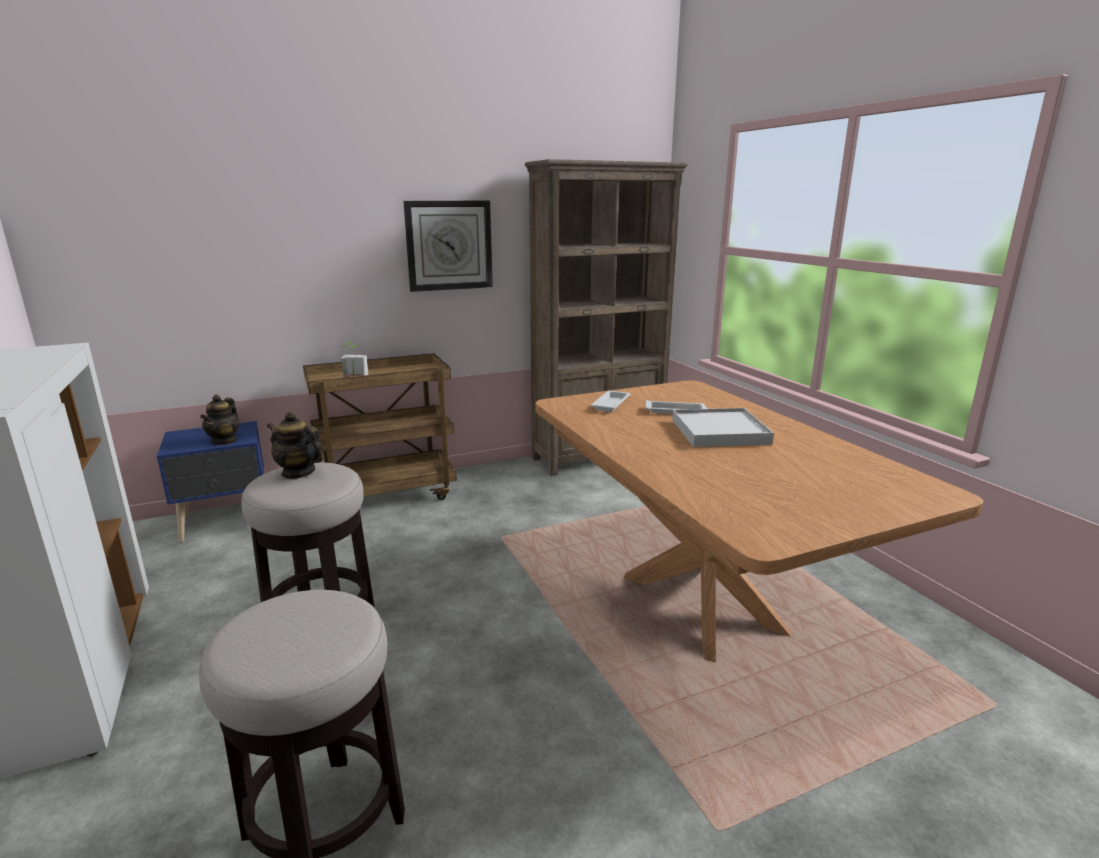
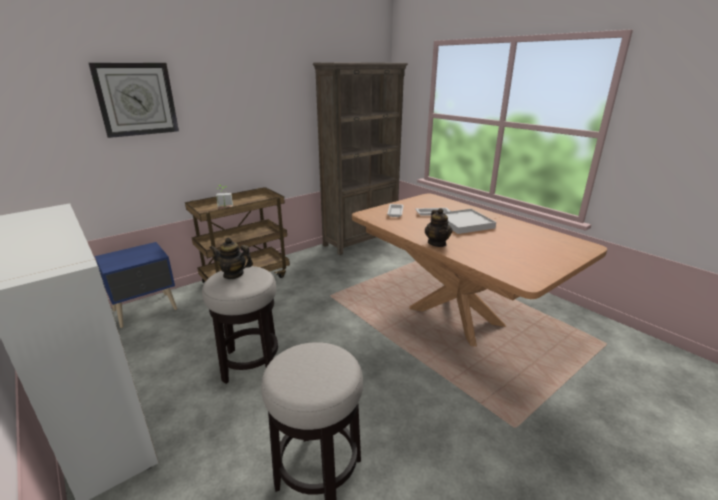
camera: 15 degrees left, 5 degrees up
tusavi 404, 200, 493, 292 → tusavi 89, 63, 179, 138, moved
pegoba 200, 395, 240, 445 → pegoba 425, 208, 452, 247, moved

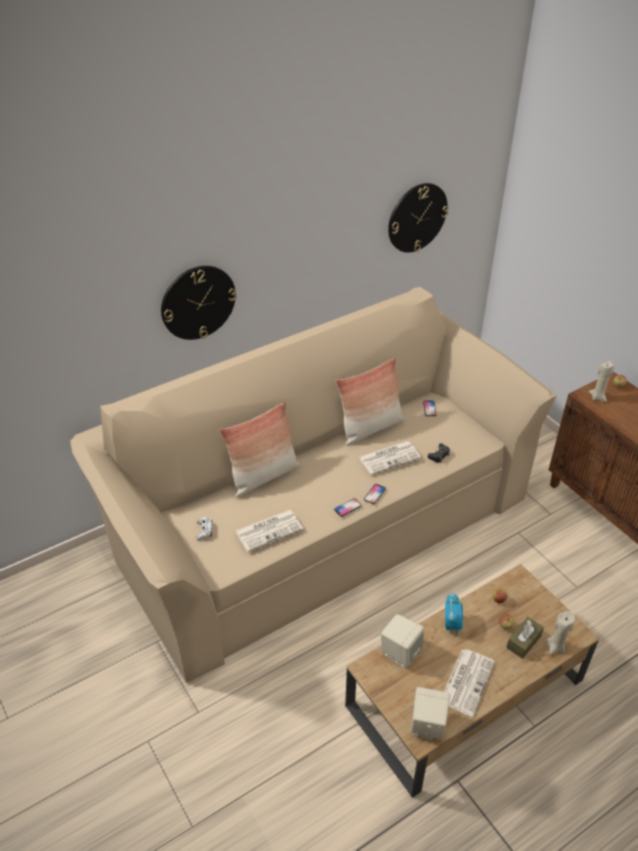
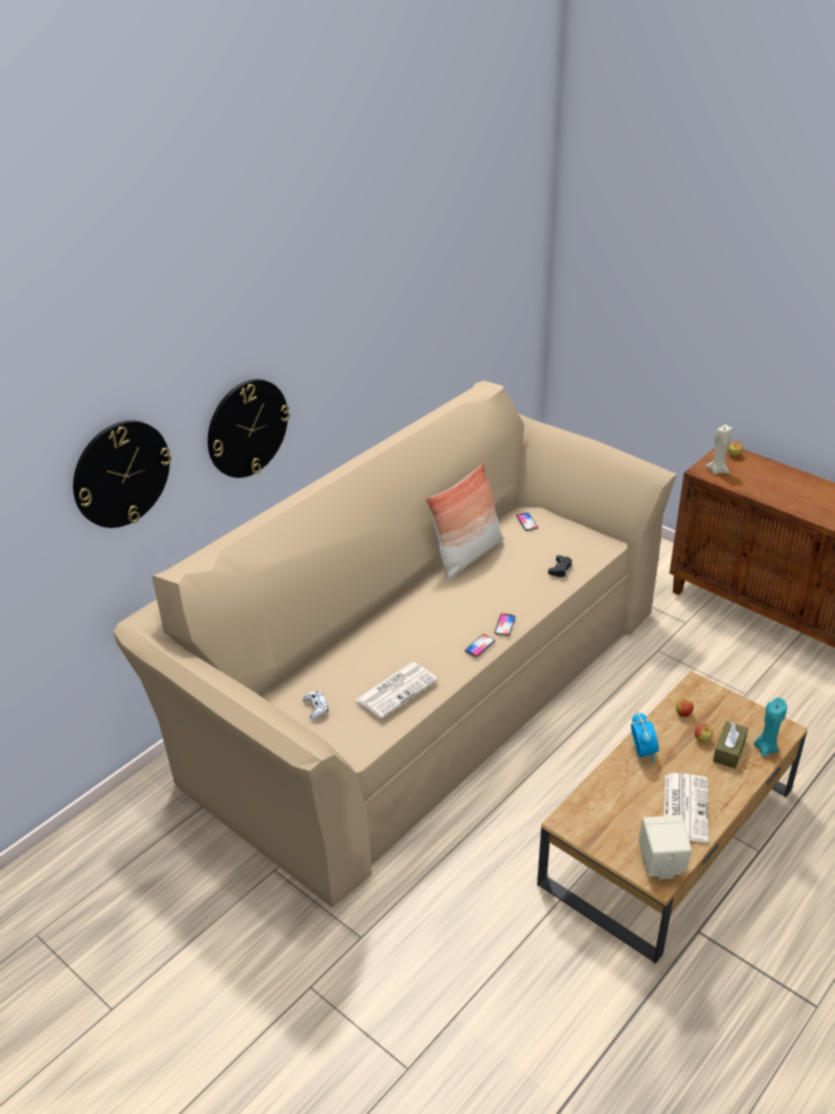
camera: 15 degrees left, 5 degrees down
tusavi 388, 183, 448, 253 → tusavi 73, 420, 171, 528, moved
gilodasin 220, 402, 300, 498 → -
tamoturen 359, 441, 421, 475 → -
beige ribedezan 546, 611, 575, 655 → turquoise ribedezan 754, 697, 787, 757
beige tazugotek 381, 614, 424, 668 → -

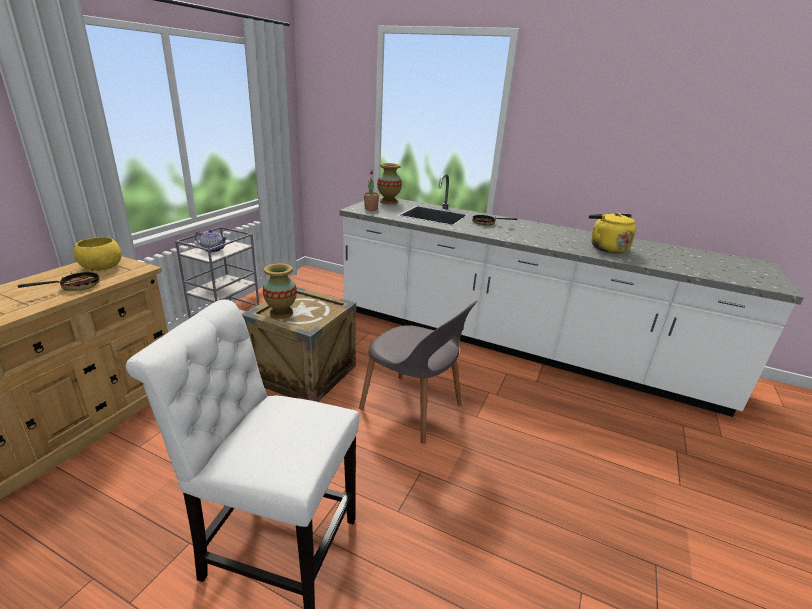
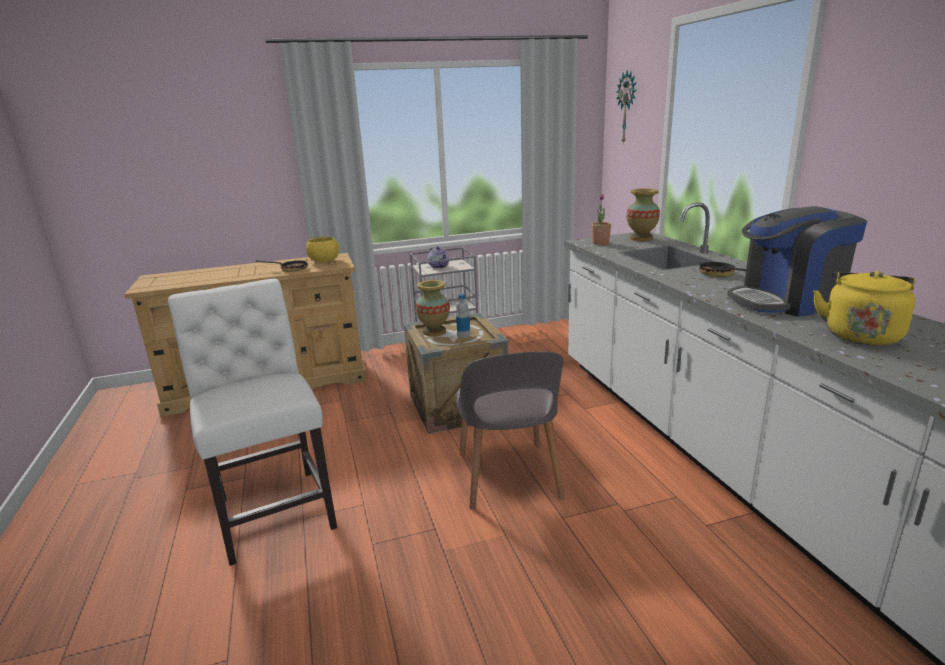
camera: 50 degrees right, 5 degrees down
- → tusavi 616, 70, 637, 144
- → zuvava 727, 206, 867, 317
- → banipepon 456, 294, 470, 338

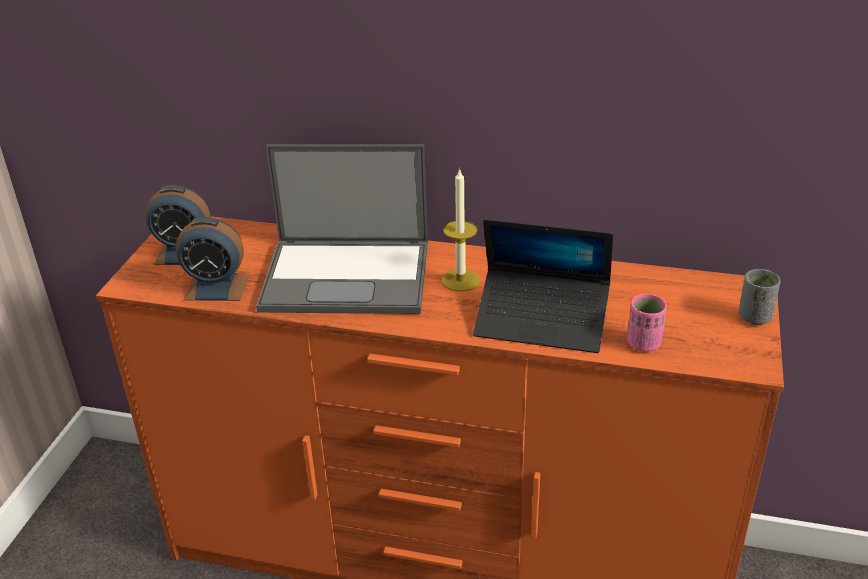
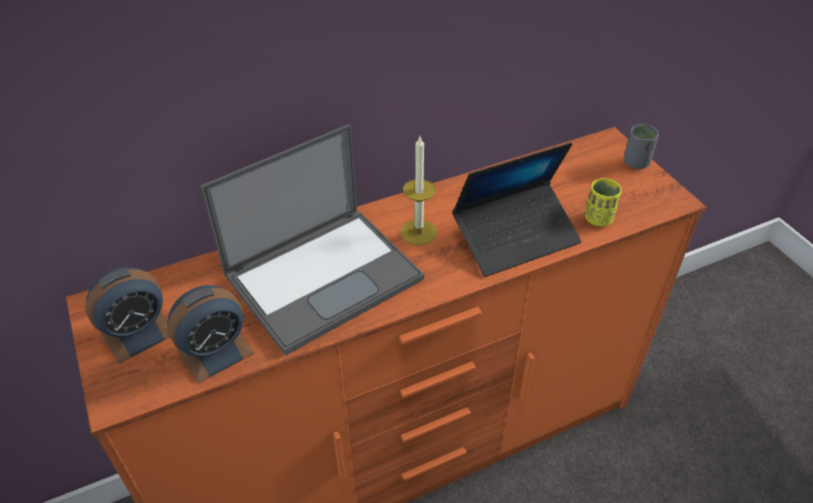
camera: 40 degrees left, 10 degrees up
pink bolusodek 627, 294, 667, 352 → yellow bolusodek 585, 178, 622, 226

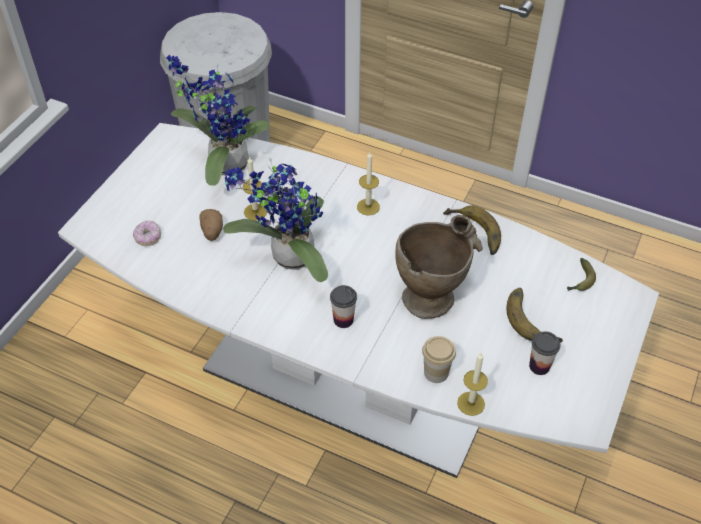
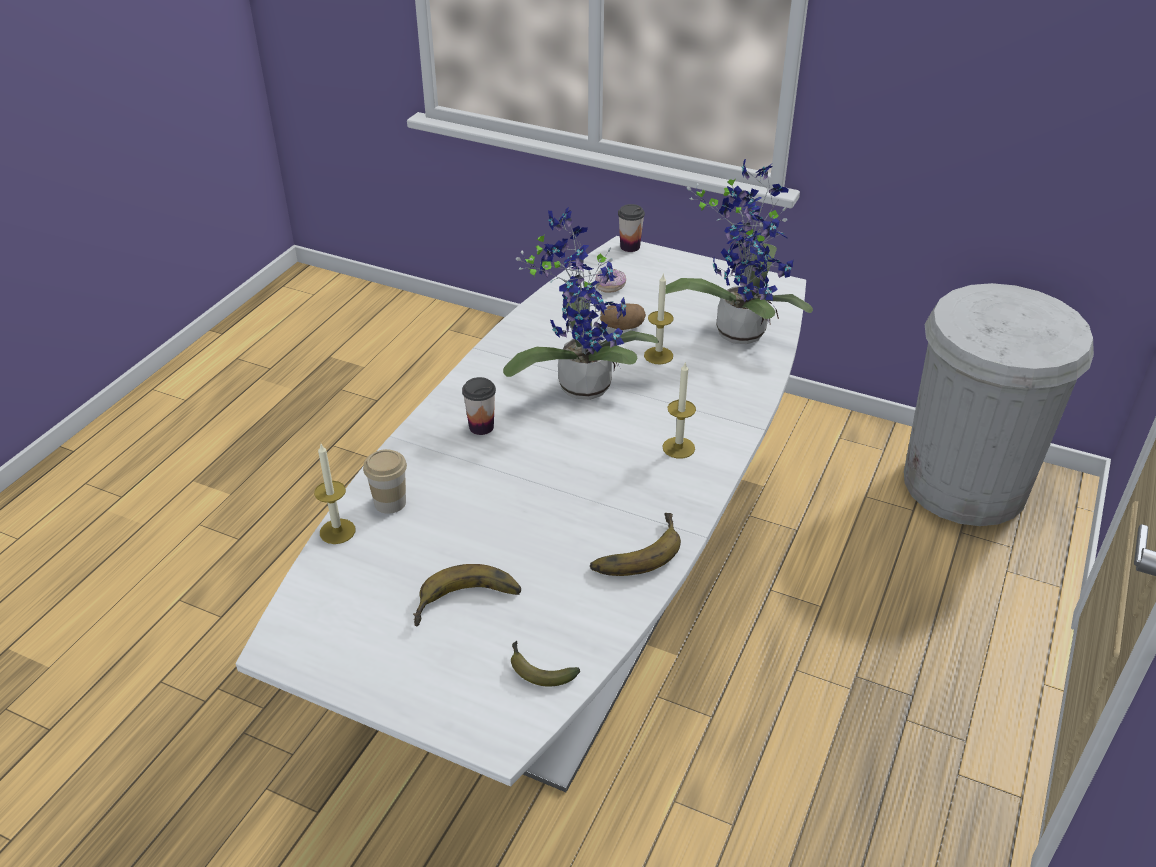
camera: 90 degrees right, 10 degrees down
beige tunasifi 395, 215, 483, 319 → -
bolusodek 529, 331, 561, 375 → bolusodek 618, 204, 645, 252, moved

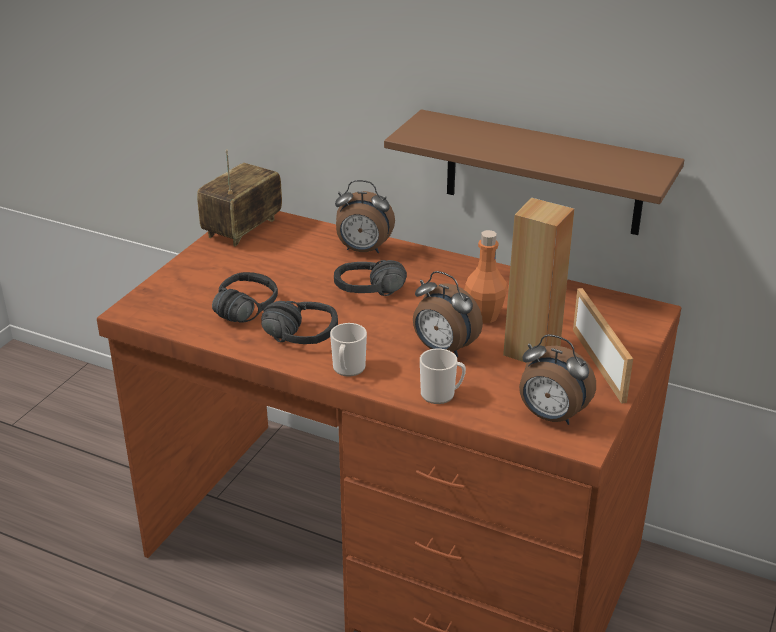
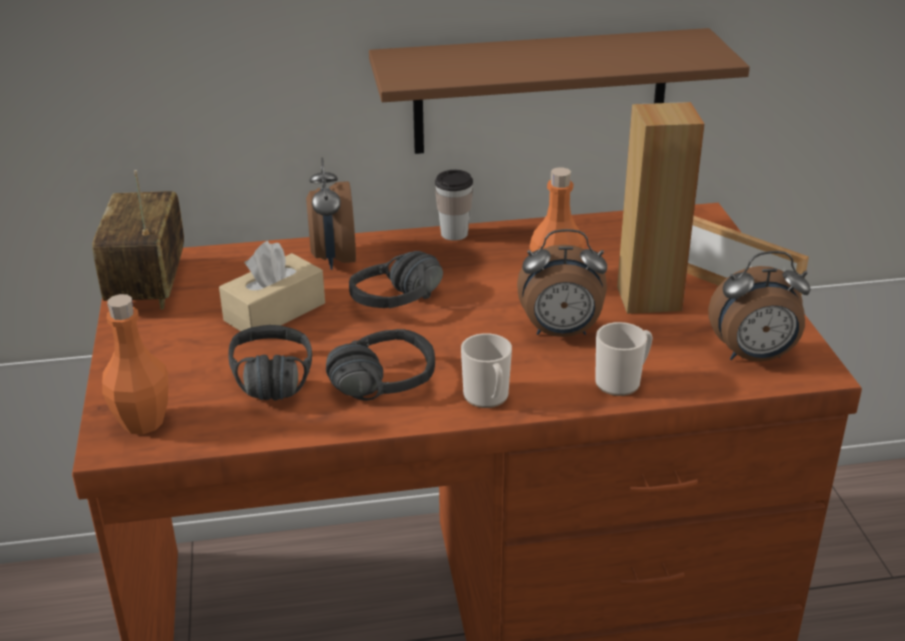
camera: 35 degrees left, 0 degrees up
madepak 335, 180, 395, 253 → madepak 306, 157, 356, 270, 105 degrees clockwise
- → bolusodek 435, 170, 473, 241
- → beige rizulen 219, 241, 325, 331
- → orange banipepon 102, 294, 168, 434

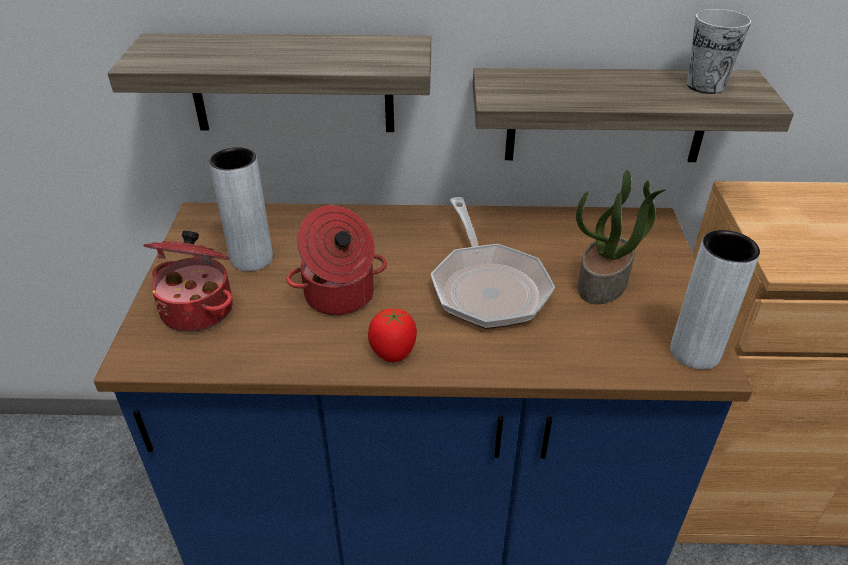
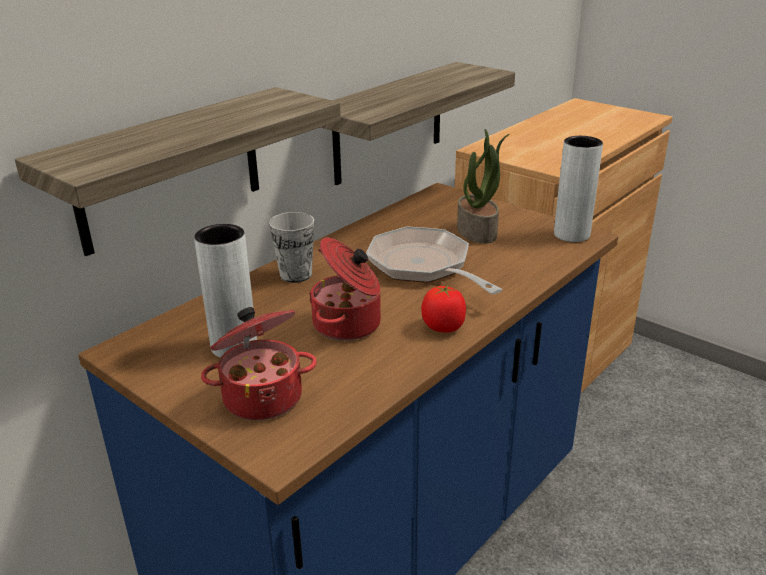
camera: 50 degrees left, 10 degrees down
bolusodek 687, 9, 751, 94 → bolusodek 269, 212, 314, 283, moved
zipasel 431, 197, 555, 329 → zipasel 366, 227, 503, 294, 150 degrees counterclockwise

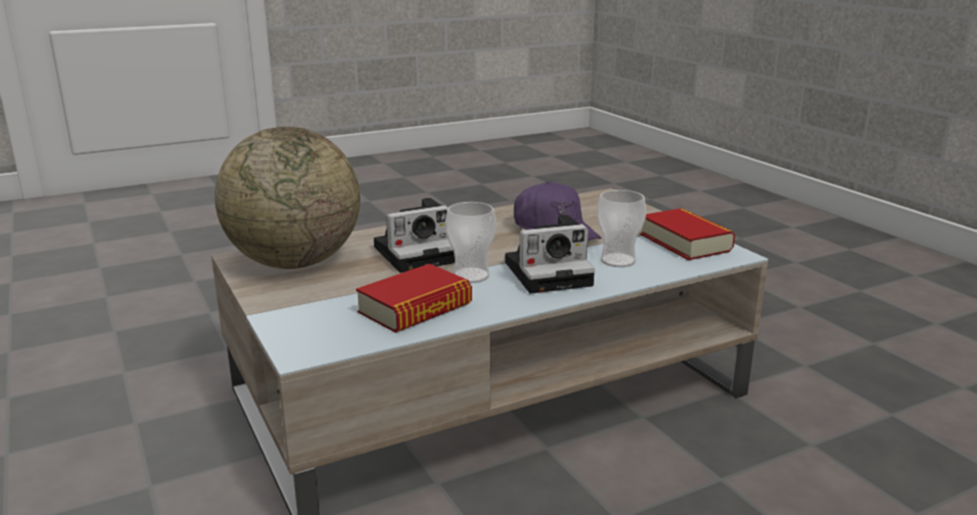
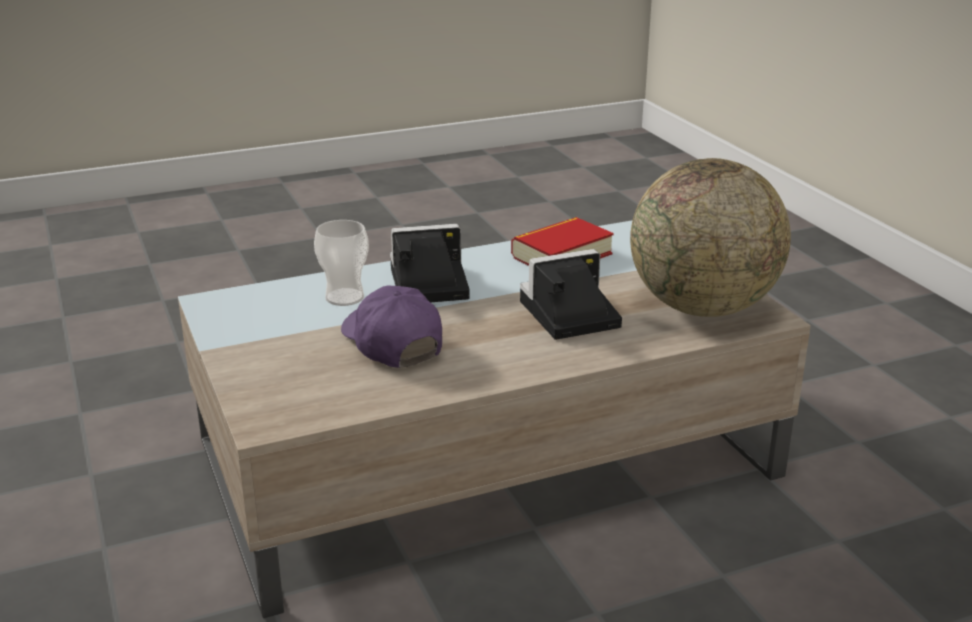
camera: 175 degrees left, 5 degrees up
bolusodek 445, 202, 496, 283 → -
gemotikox 640, 208, 735, 260 → -

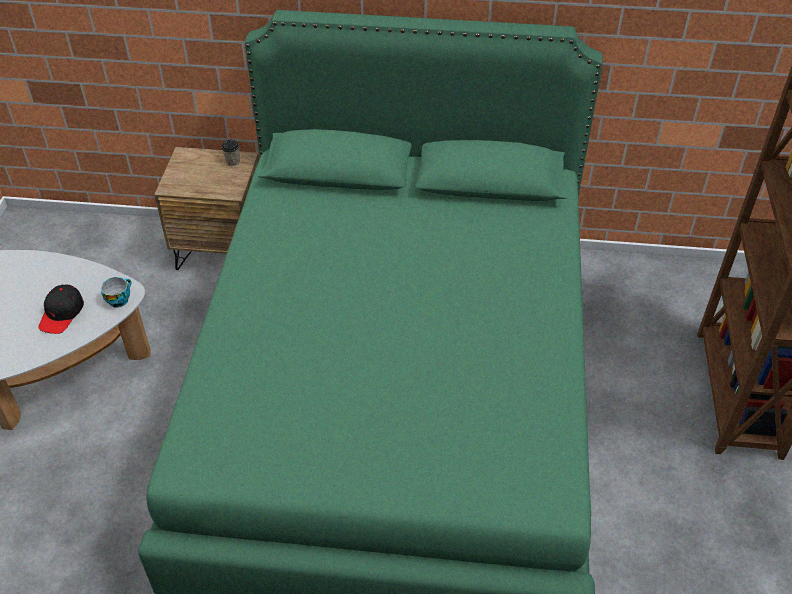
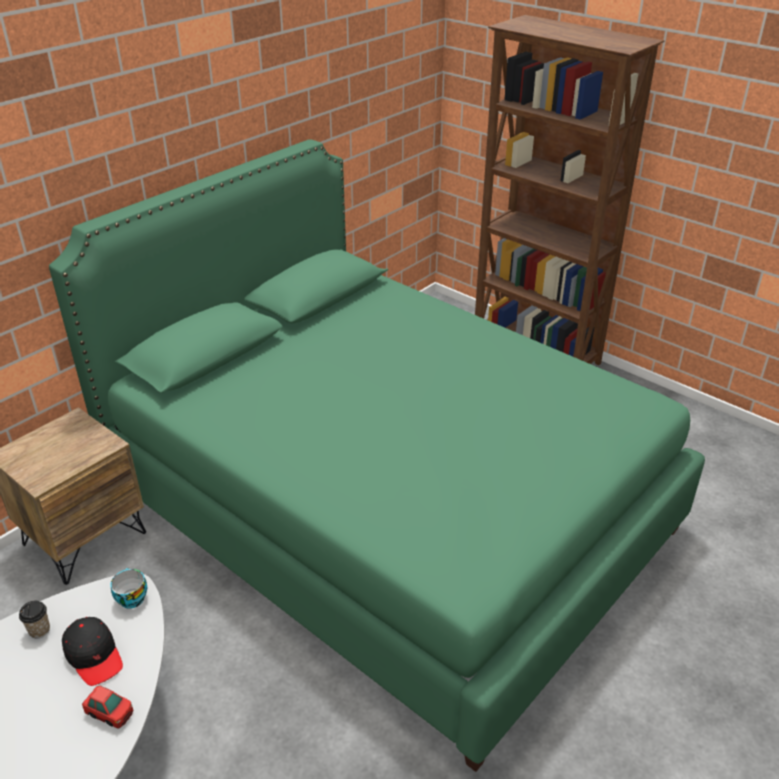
camera: 55 degrees left, 10 degrees down
bolusodek 222, 140, 240, 166 → bolusodek 19, 601, 50, 638, moved
- → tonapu 82, 685, 133, 729

